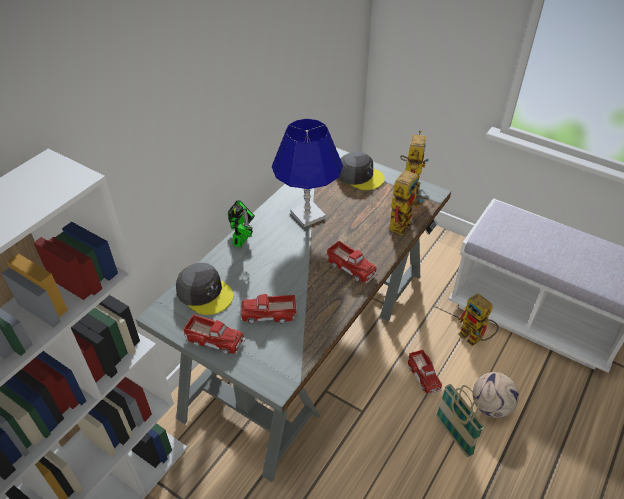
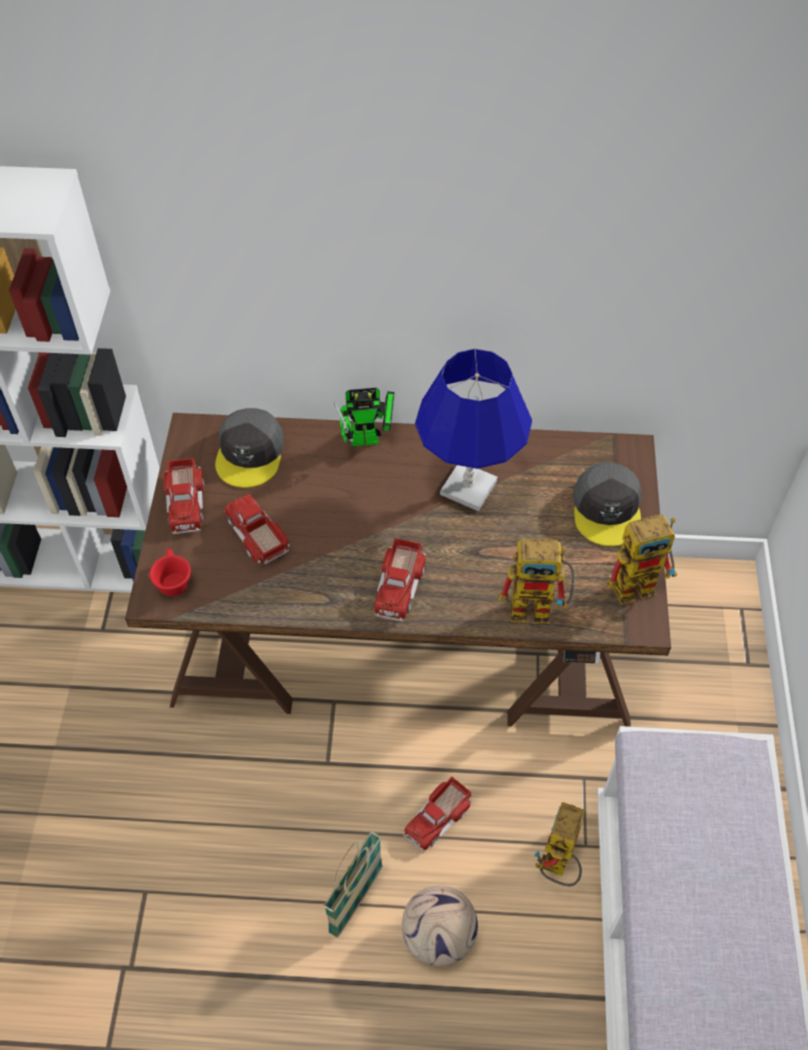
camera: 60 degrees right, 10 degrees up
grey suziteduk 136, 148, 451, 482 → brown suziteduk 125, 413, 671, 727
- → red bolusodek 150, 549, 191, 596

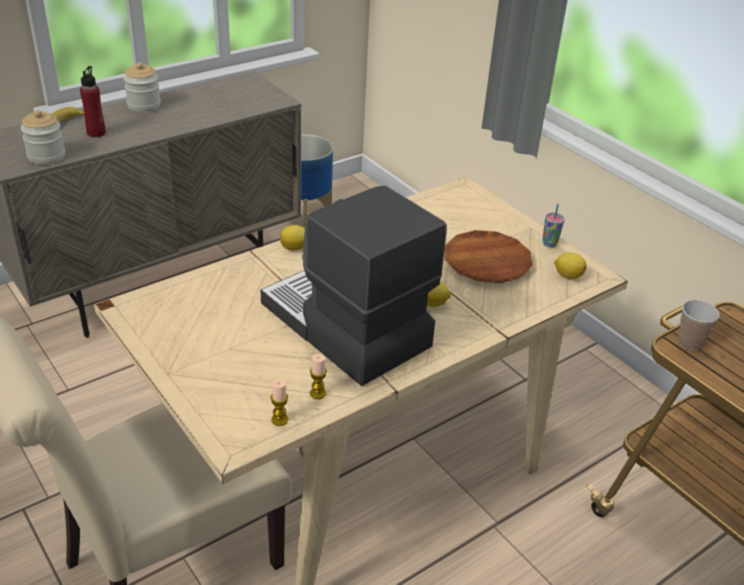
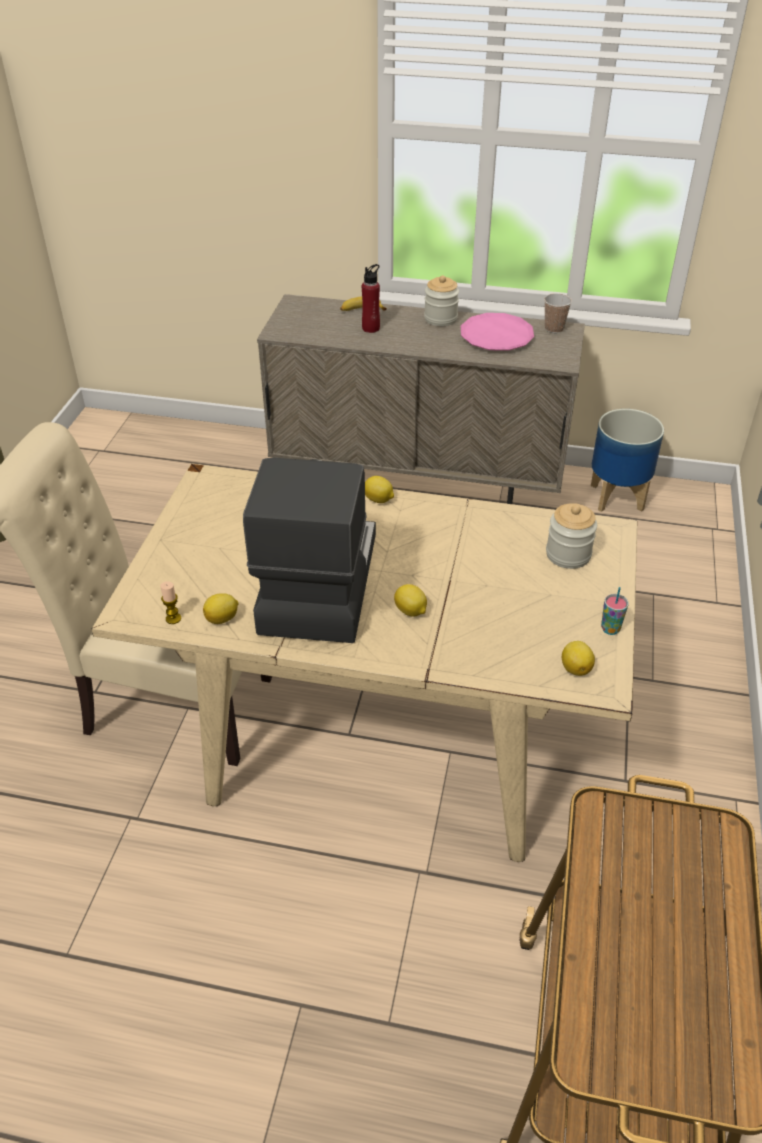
camera: 50 degrees right, 5 degrees up
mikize 21, 110, 65, 165 → mikize 546, 503, 597, 569, moved
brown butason 444, 230, 533, 283 → -
bolusodek 678, 300, 720, 350 → bolusodek 544, 293, 572, 333, moved
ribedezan 310, 354, 327, 399 → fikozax 203, 593, 239, 624
- → pink butason 461, 313, 534, 351

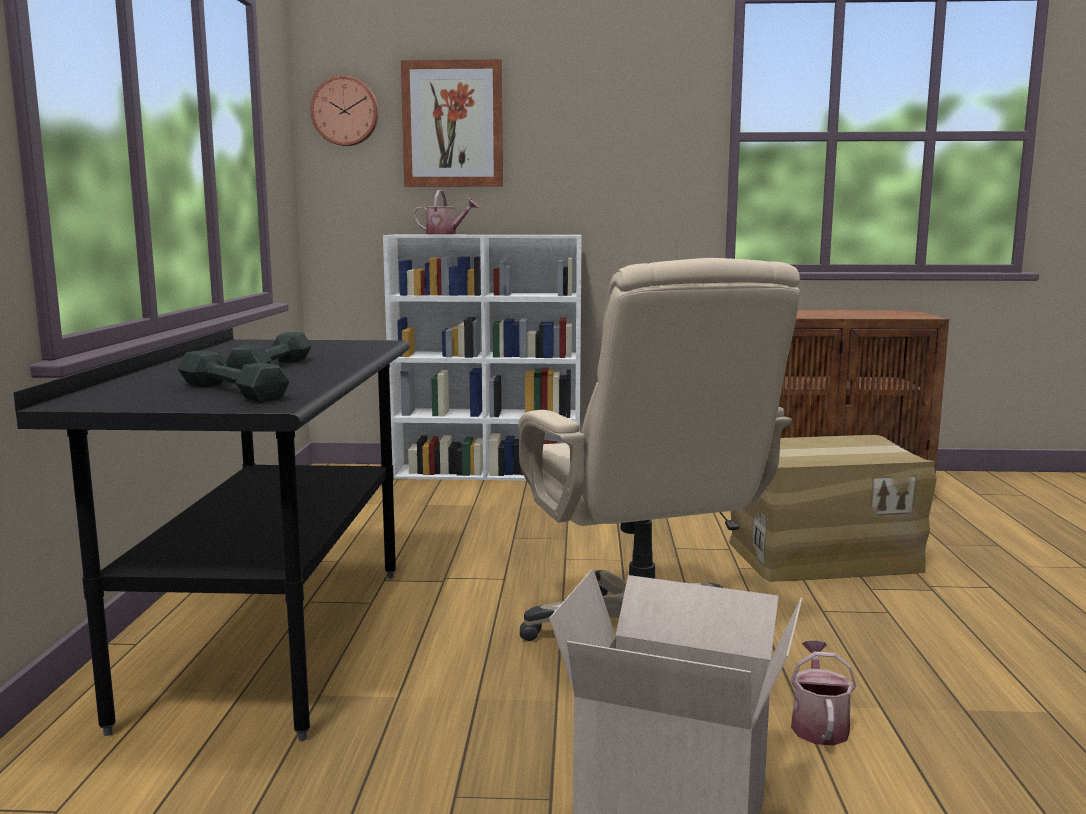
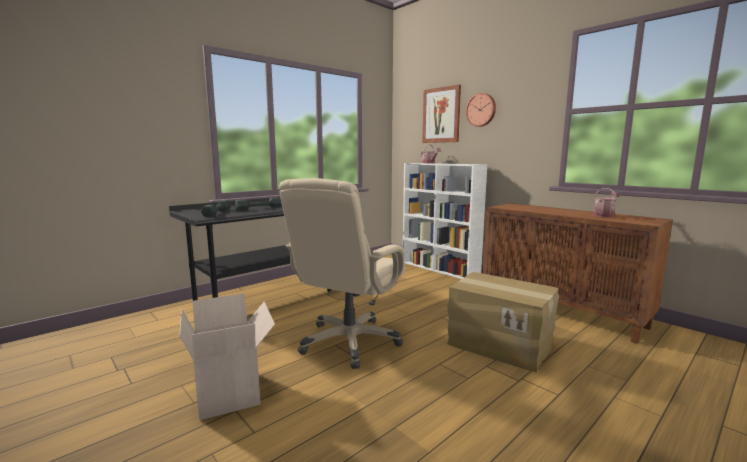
camera: 45 degrees right, 0 degrees up
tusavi 310, 76, 379, 146 → tusavi 466, 93, 496, 127, moved
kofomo 791, 640, 857, 746 → kofomo 593, 188, 620, 217, moved

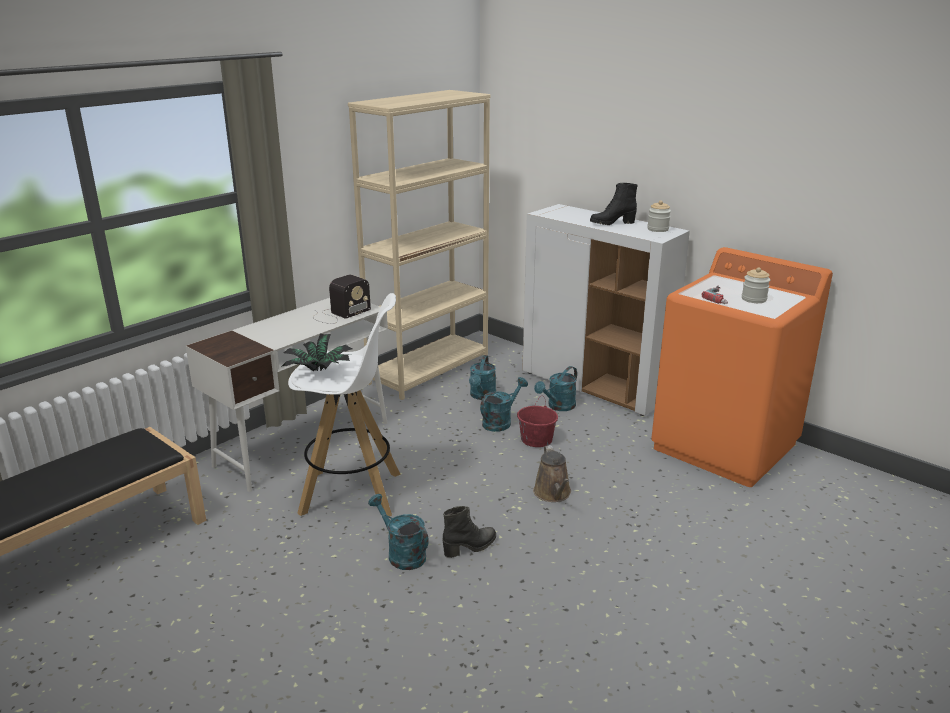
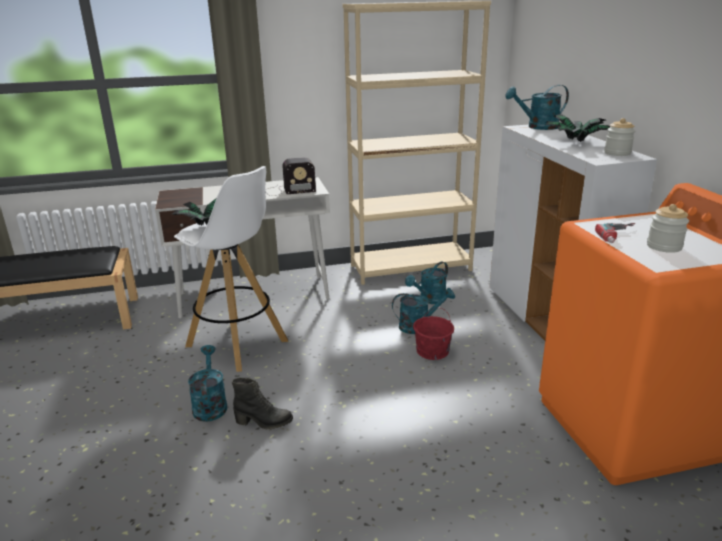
camera: 35 degrees right, 0 degrees up
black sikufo 590, 183, 638, 225 → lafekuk 545, 114, 610, 142
turquoise kofomo 534, 366, 577, 411 → turquoise kofomo 505, 85, 569, 130, moved
brown kofomo 533, 445, 571, 502 → -

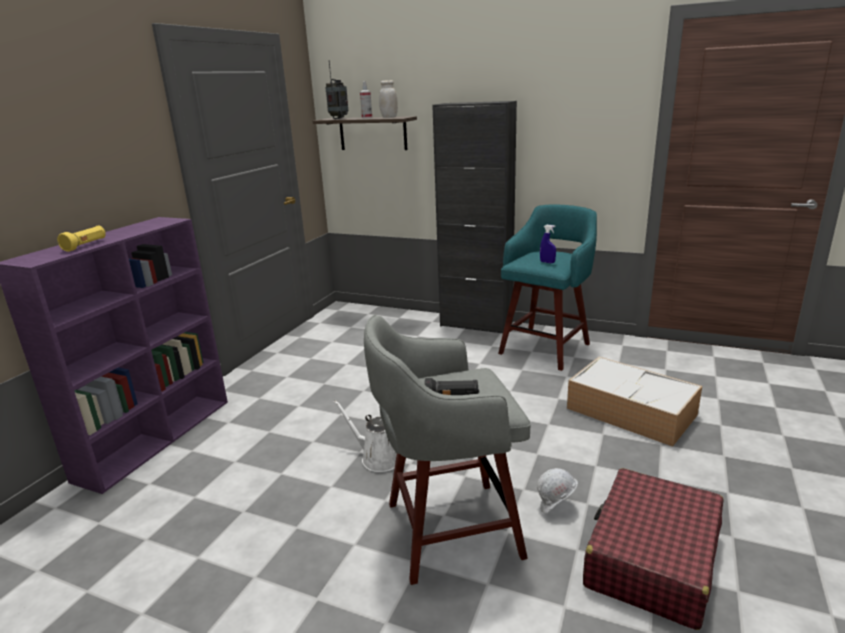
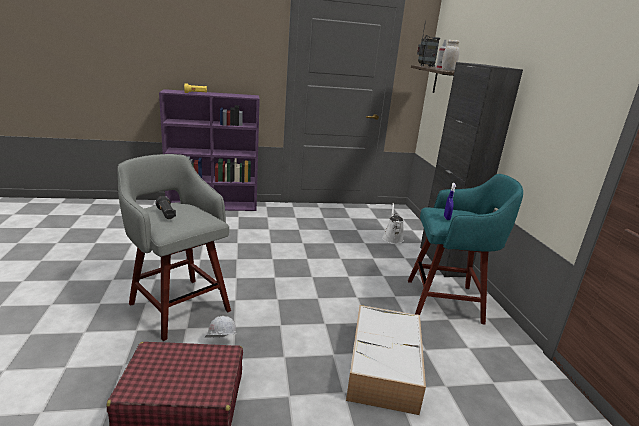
camera: 55 degrees right, 0 degrees up
white kofomo 333, 400, 397, 472 → white kofomo 382, 203, 404, 244, moved

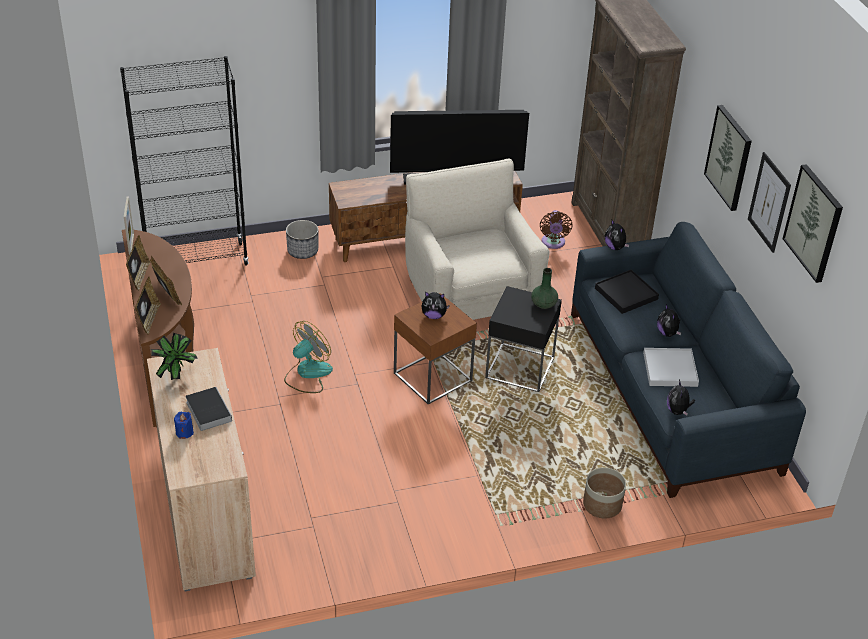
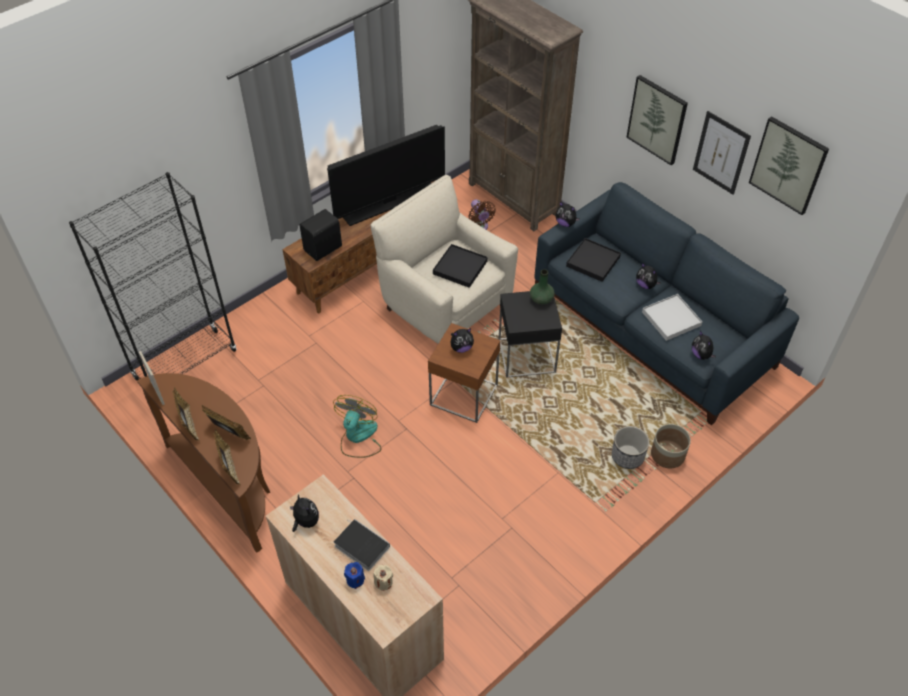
camera: 25 degrees left, 10 degrees up
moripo 286, 220, 318, 259 → moripo 612, 426, 649, 469, moved
lafekuk 151, 333, 198, 380 → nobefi 290, 494, 319, 532
- → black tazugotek 299, 209, 342, 261
- → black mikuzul 433, 244, 488, 288
- → beige ribedezan 373, 565, 393, 591

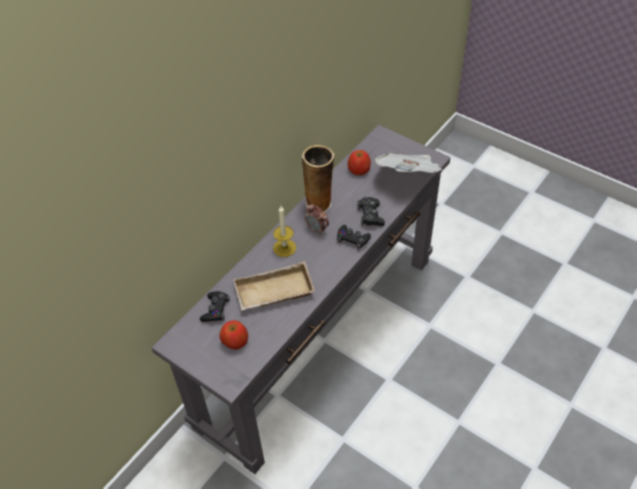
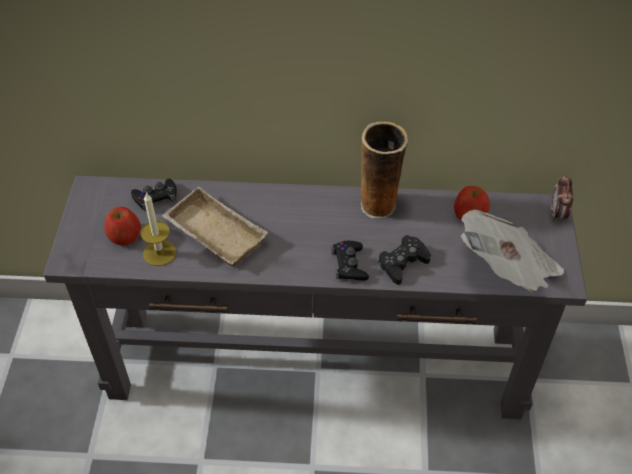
camera: 55 degrees right, 0 degrees up
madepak 305, 204, 329, 235 → madepak 551, 175, 573, 221, moved
ribedezan 273, 206, 296, 257 → ribedezan 141, 192, 176, 266, moved

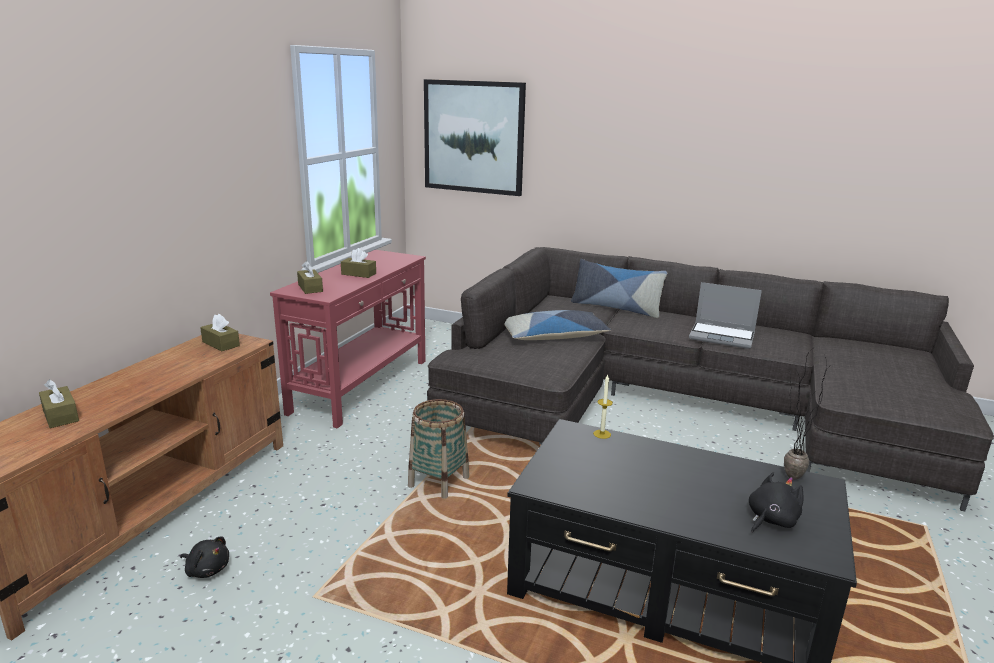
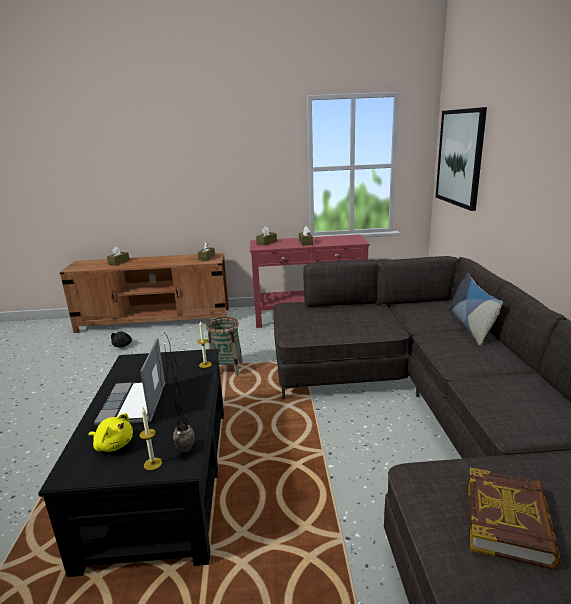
camera: 65 degrees right, 0 degrees up
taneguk 689, 282, 762, 349 → taneguk 94, 337, 166, 425, moved
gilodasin 504, 310, 611, 340 → -
black nobefi 749, 472, 804, 533 → yellow nobefi 89, 413, 133, 452
- → ribedezan 139, 408, 162, 470
- → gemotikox 467, 468, 561, 569

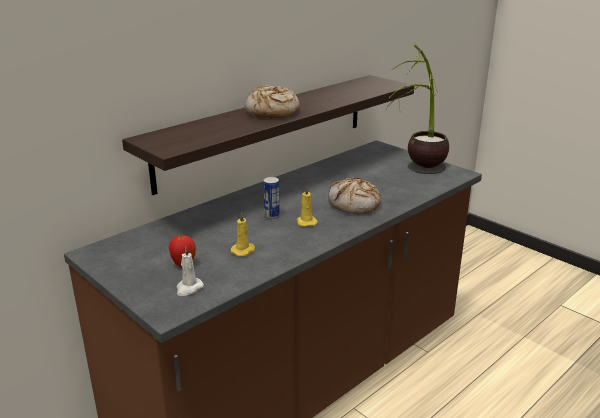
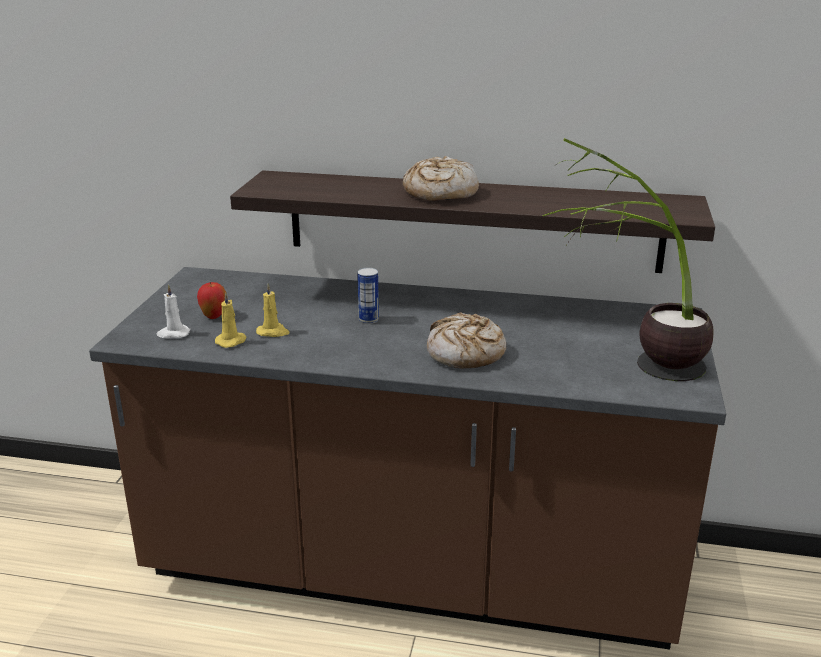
camera: 55 degrees right, 0 degrees up
yellow ribedezan 296, 186, 318, 227 → yellow ribedezan 215, 292, 246, 348, moved

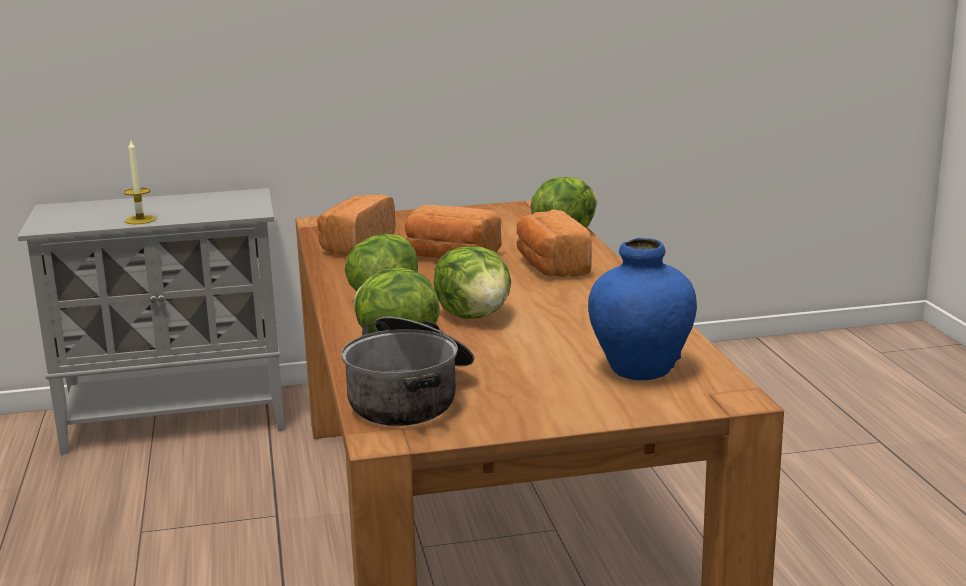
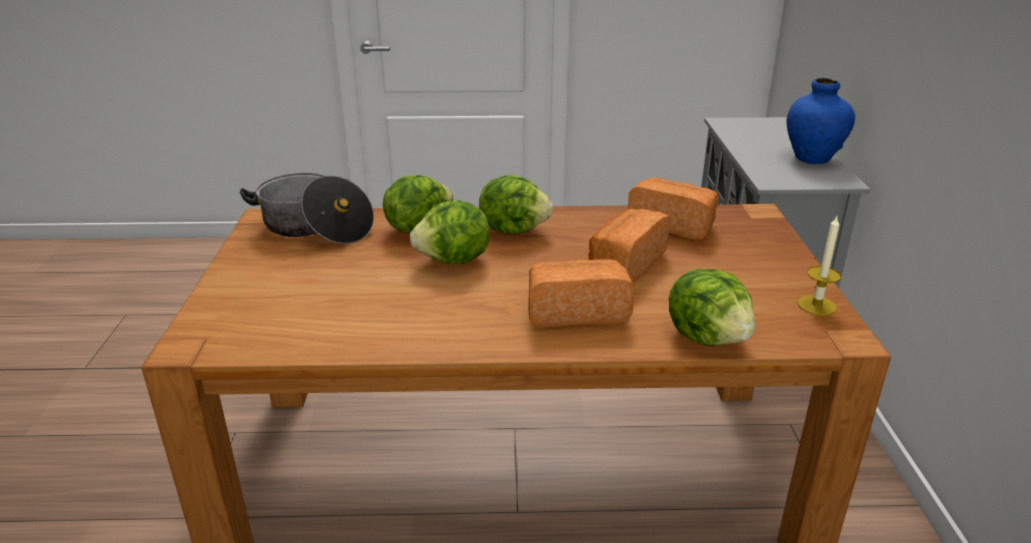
camera: 100 degrees right, 10 degrees up
ribedezan 123, 139, 156, 224 → ribedezan 798, 216, 841, 316, moved
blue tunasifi 588, 238, 697, 380 → blue tunasifi 787, 78, 855, 164, moved

